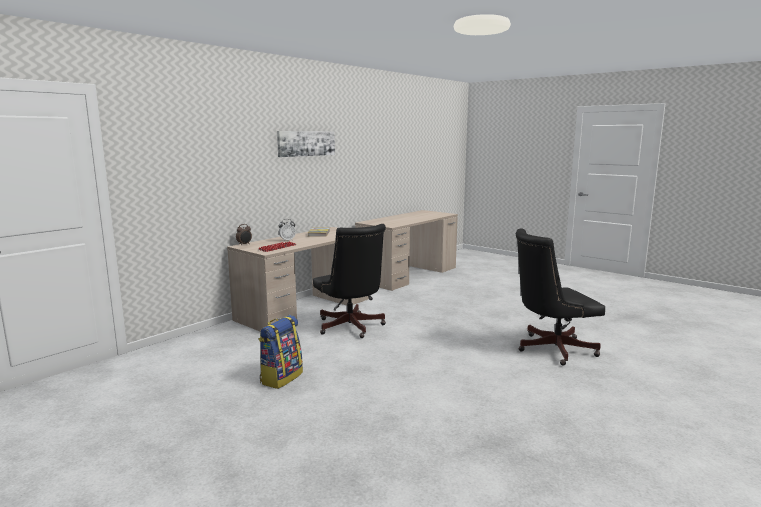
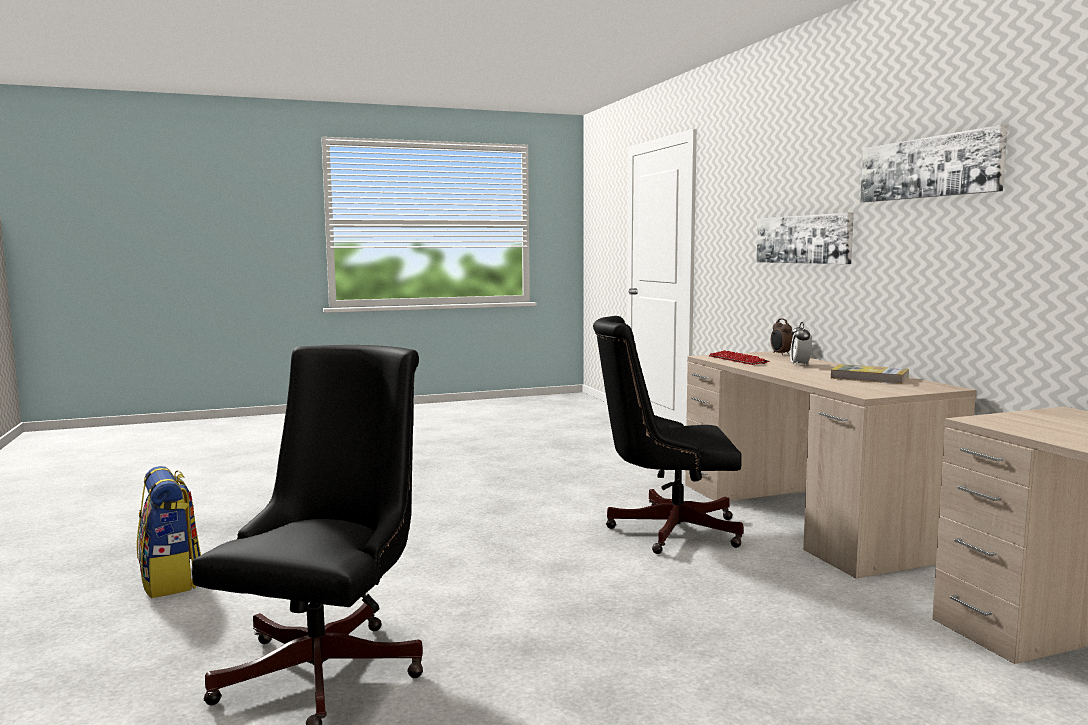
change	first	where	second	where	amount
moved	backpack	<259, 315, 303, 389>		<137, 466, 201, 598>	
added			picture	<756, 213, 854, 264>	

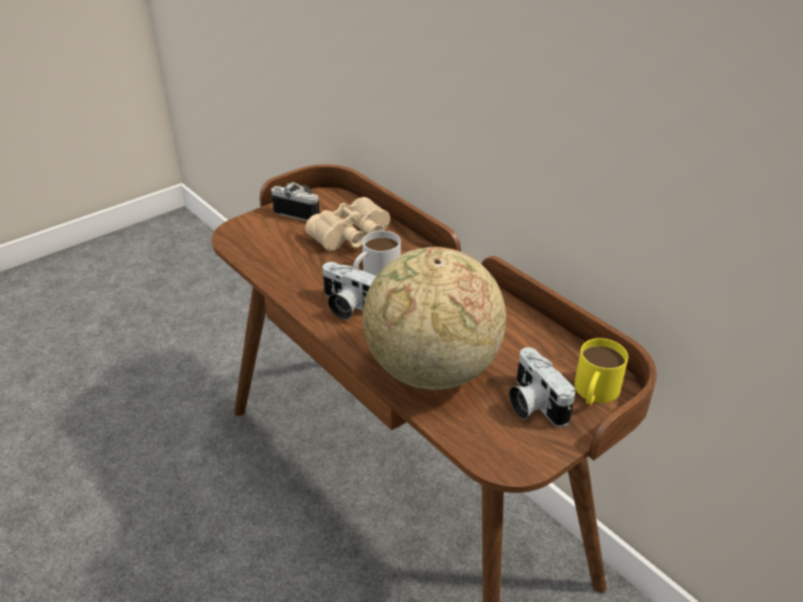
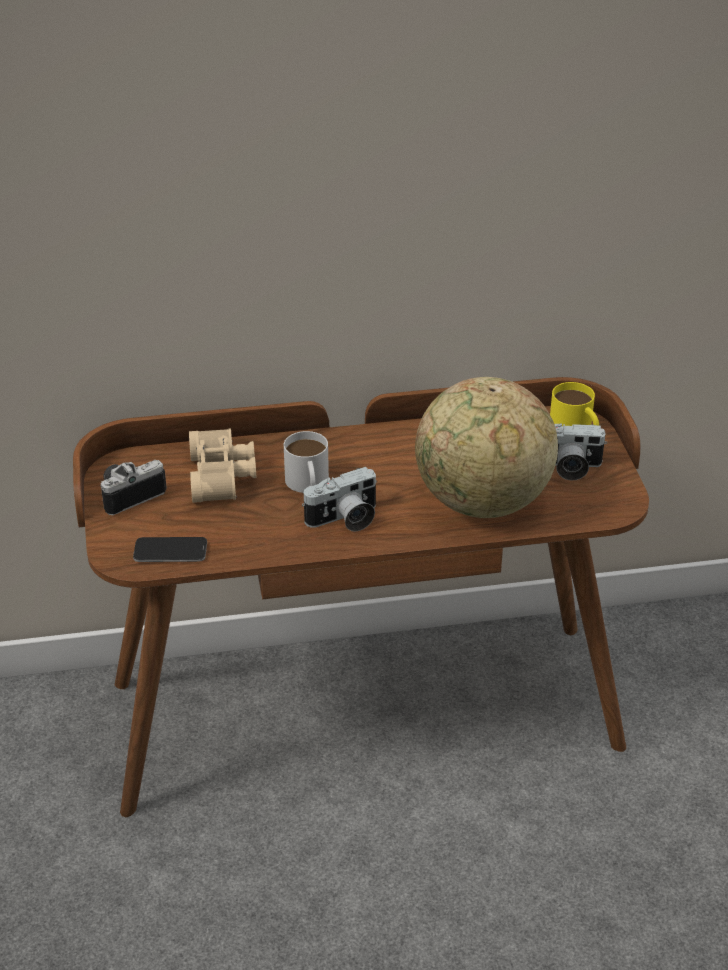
change	first	where	second	where	amount
added			phone	<133, 537, 207, 562>	

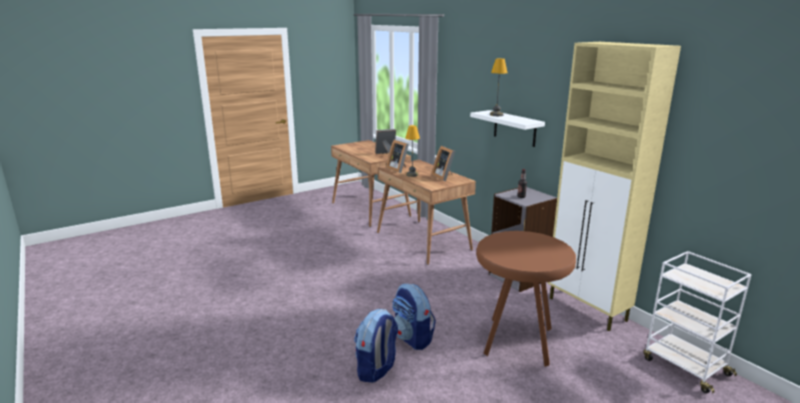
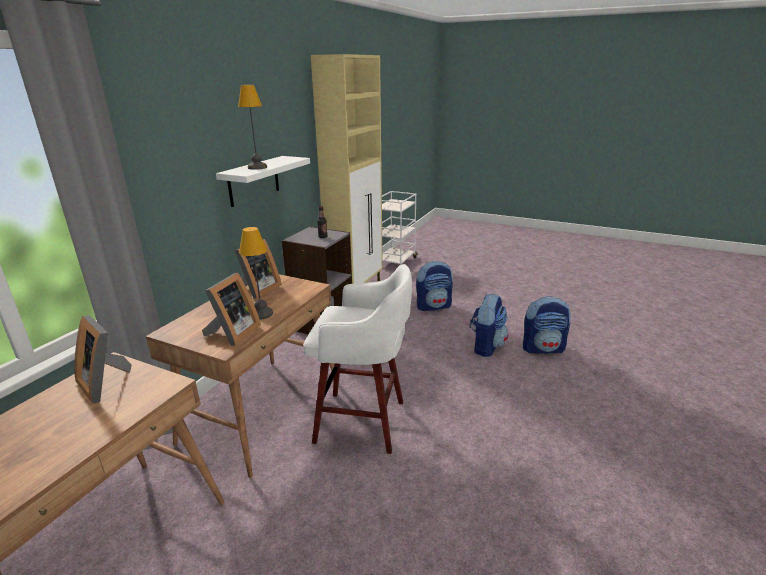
change	first	where	second	where	amount
replaced	brown stool	<476, 231, 576, 367>	backpack	<416, 261, 453, 311>	
added			white stool	<303, 264, 412, 454>	

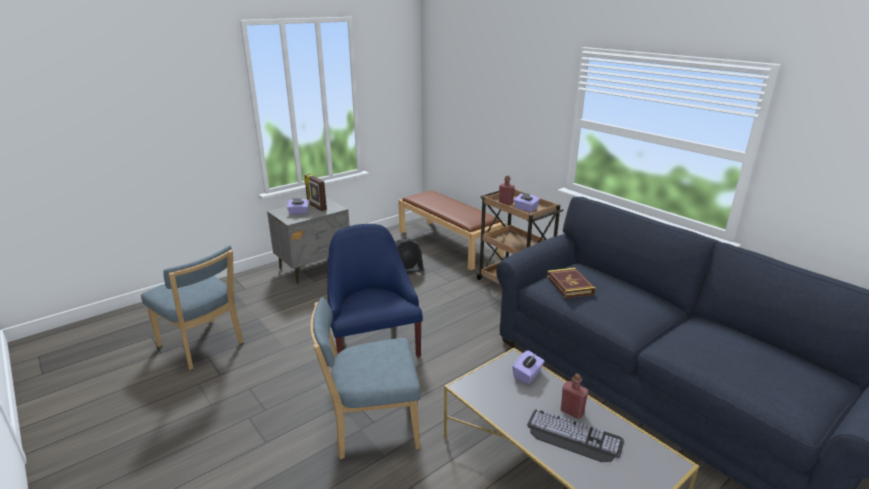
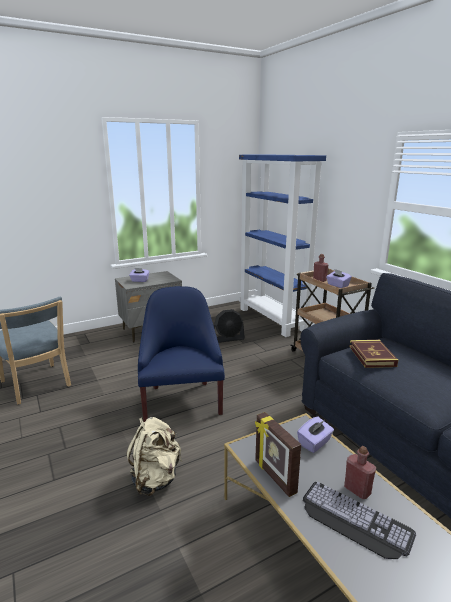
change	first	where	second	where	amount
moved	picture frame	<304, 174, 327, 211>		<255, 412, 301, 497>	
replaced	brown bench	<398, 191, 506, 270>	blue bookcase	<239, 155, 326, 337>	
replaced	blue chair	<310, 297, 421, 460>	beige backpack	<127, 417, 182, 496>	

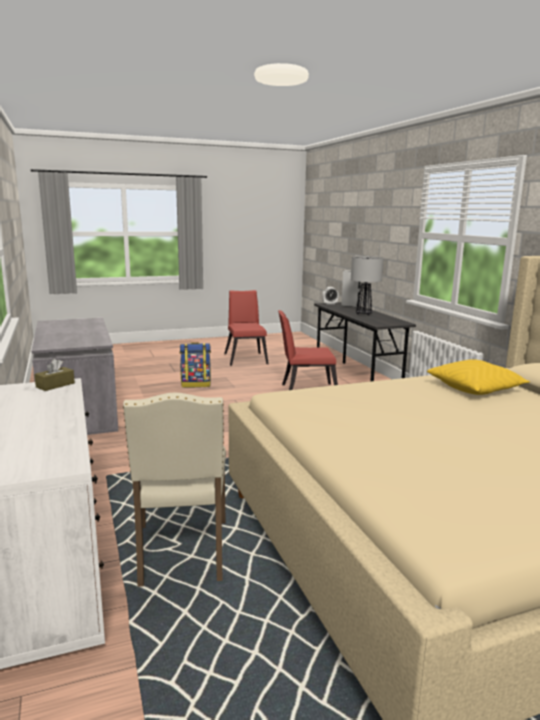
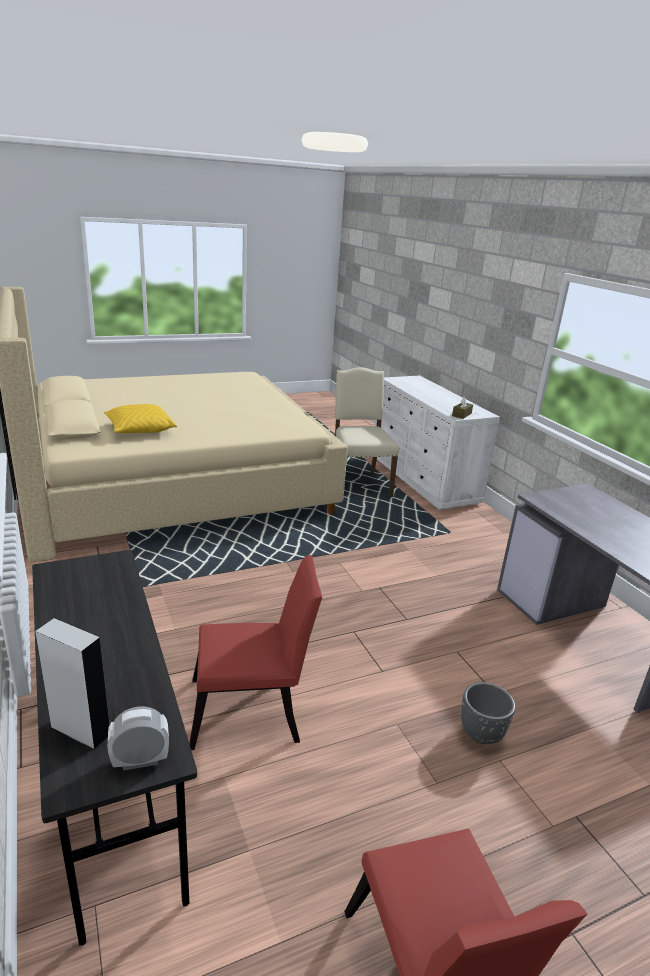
change	first	where	second	where	amount
removed	table lamp	<351, 256, 384, 315>			
replaced	backpack	<180, 342, 211, 388>	grey planter	<461, 682, 515, 744>	

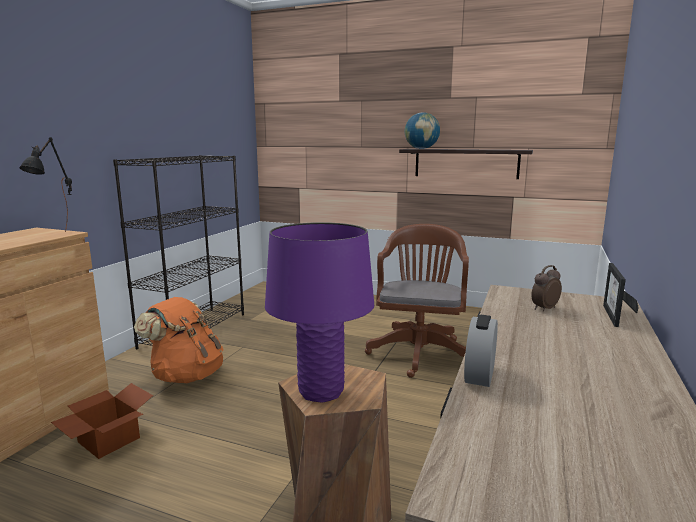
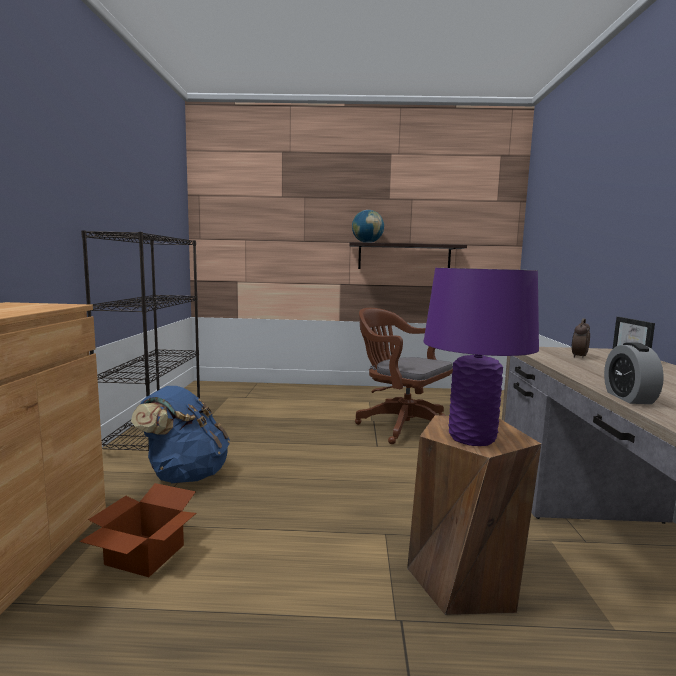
change	first	where	second	where	amount
removed	black table lamp	<19, 137, 72, 232>			
turned	brown office chair	<365, 224, 469, 378>		<355, 308, 453, 444>	45 degrees counterclockwise
recoloured	orange backpack	<134, 297, 224, 383>	blue backpack	<131, 386, 230, 483>	

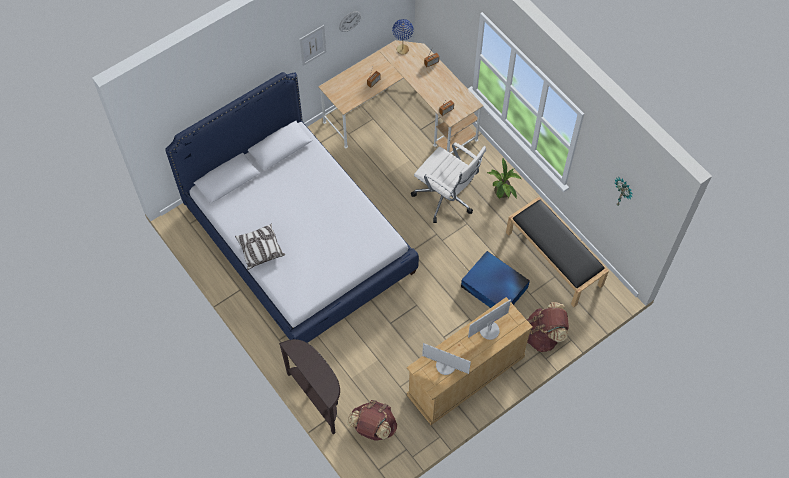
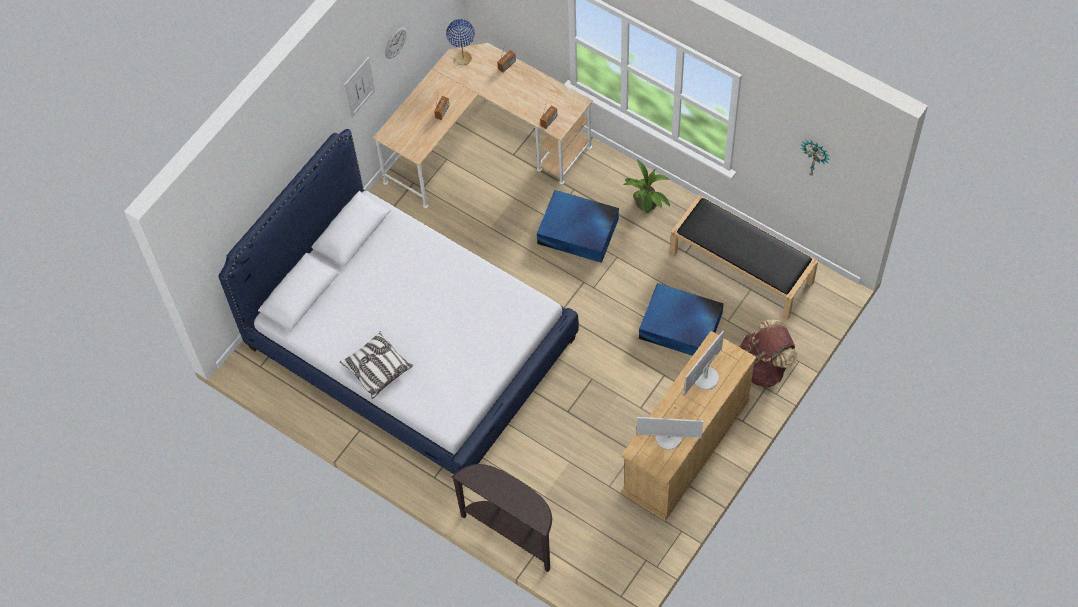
change	first	where	second	where	amount
replaced	white office chair	<411, 142, 486, 223>	blue storage box	<537, 190, 619, 263>	
removed	brown backpack	<347, 400, 397, 441>			

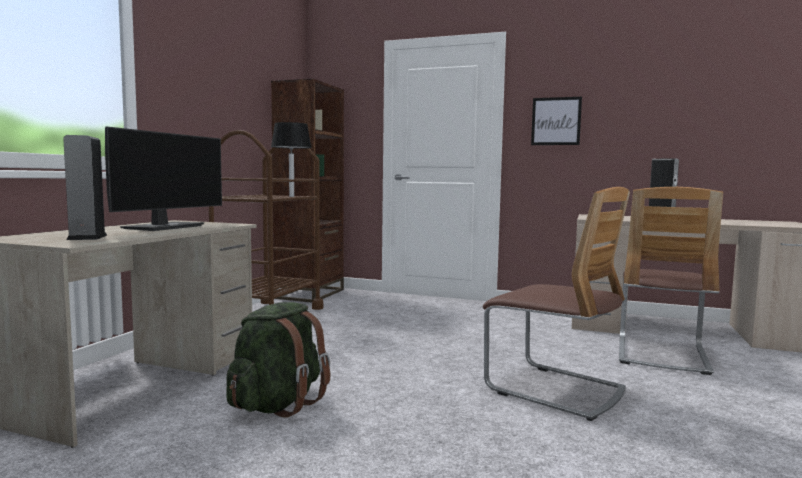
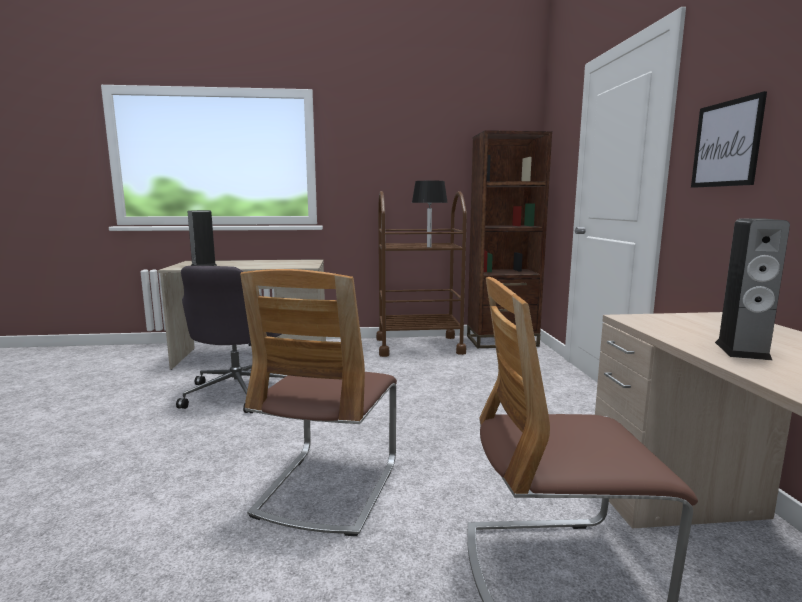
change	first	where	second	where	amount
removed	monitor	<105, 126, 222, 231>			
replaced	green backpack	<226, 302, 330, 418>	grey office chair	<176, 266, 288, 413>	

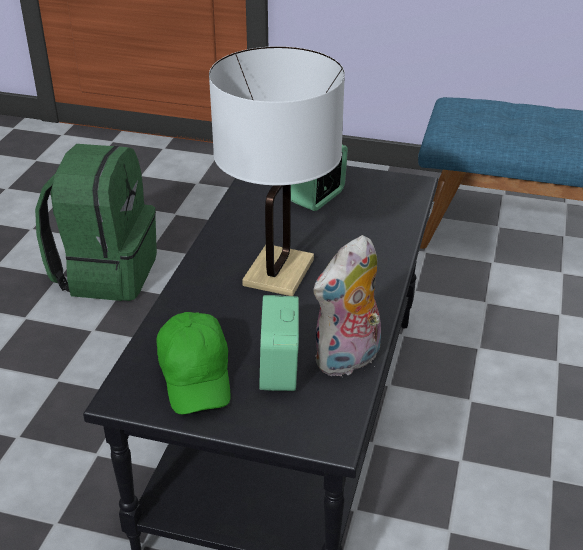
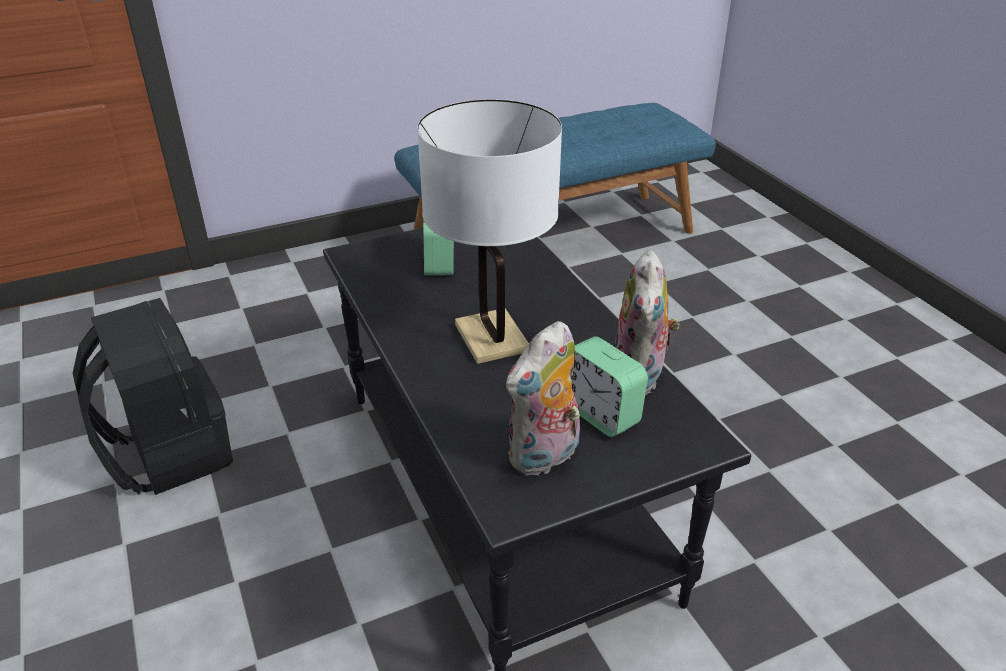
change	first	where	second	where	amount
recoloured	green backpack	<35, 144, 157, 301>	black backpack	<73, 298, 233, 495>	
replaced	green cap	<157, 312, 231, 415>	plush toy	<506, 321, 580, 477>	

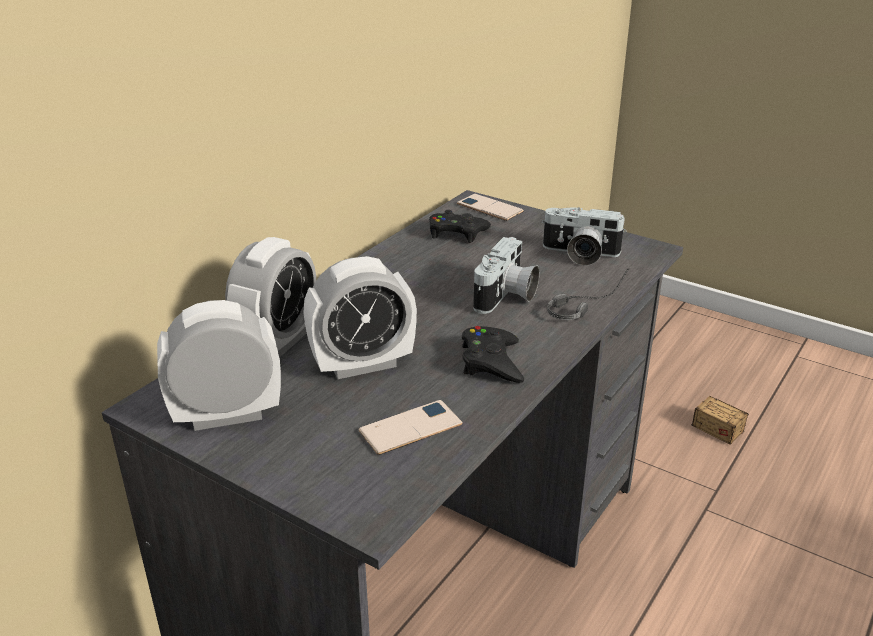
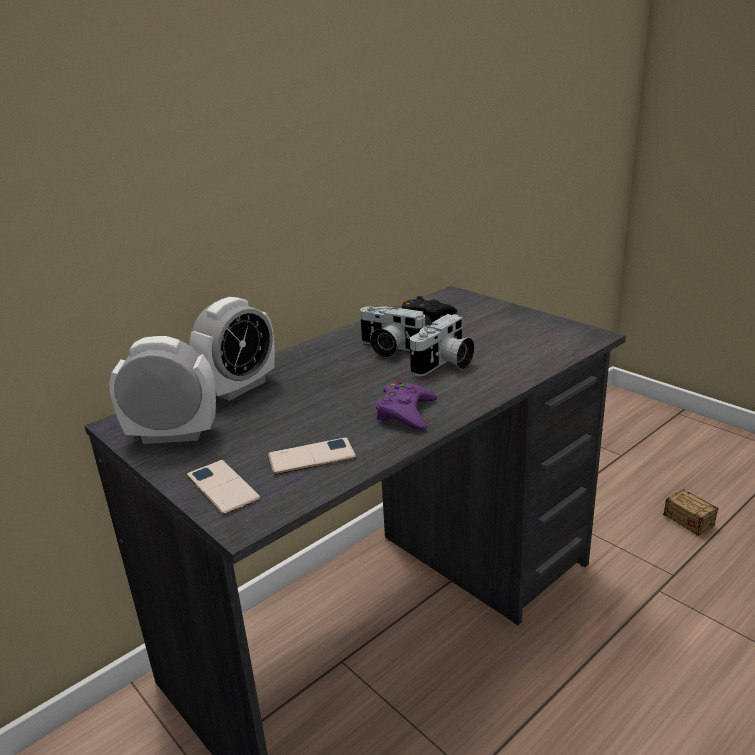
change	first	where	second	where	amount
moved	phone	<457, 193, 524, 221>		<187, 460, 261, 515>	
moved	photo camera	<542, 207, 626, 266>		<359, 306, 425, 358>	
removed	alarm clock	<303, 256, 417, 379>			
removed	headphones	<547, 268, 629, 320>			
recoloured	black game controller	<462, 326, 524, 383>	purple game controller	<376, 382, 437, 430>	

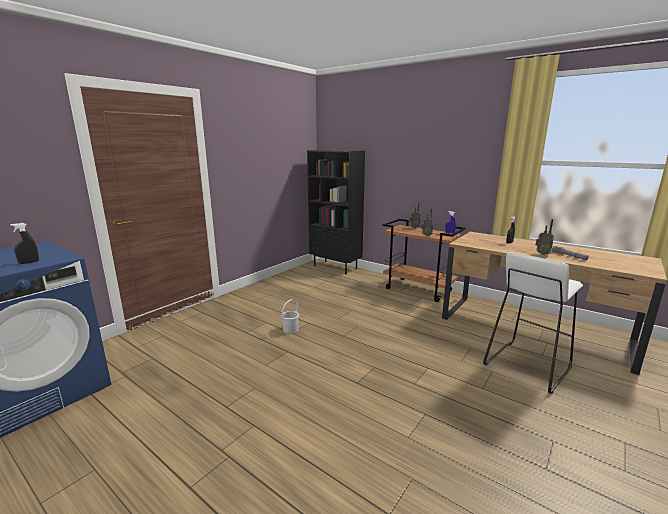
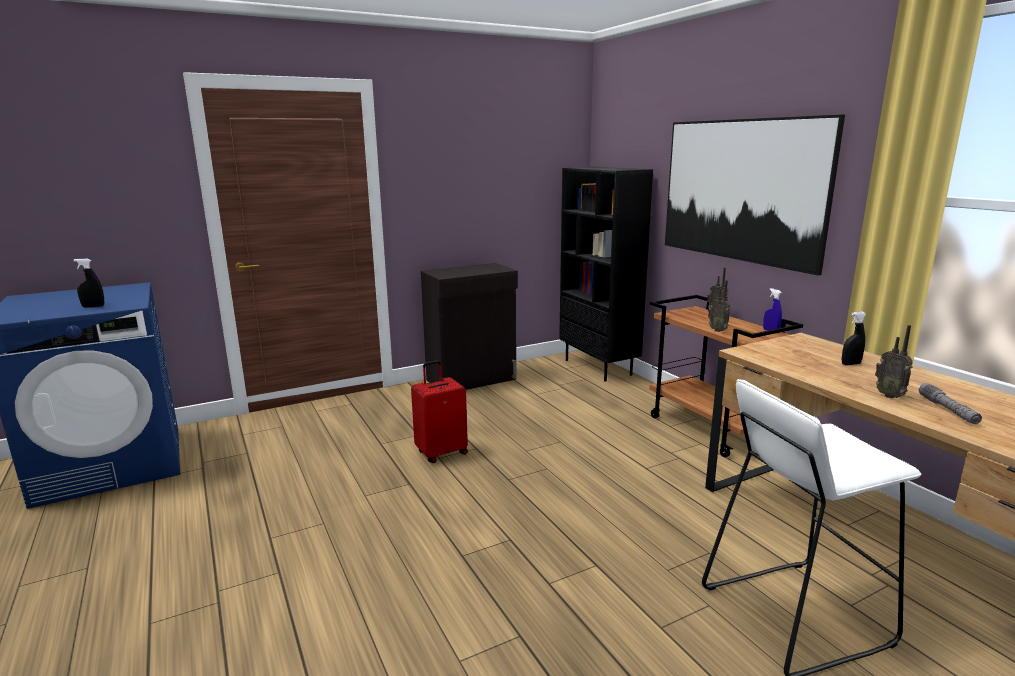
change	first	where	second	where	amount
replaced	white bucket	<281, 299, 299, 334>	red suitcase	<411, 360, 468, 463>	
added			picture	<665, 114, 845, 276>	
added			black cabinet	<421, 263, 518, 390>	

